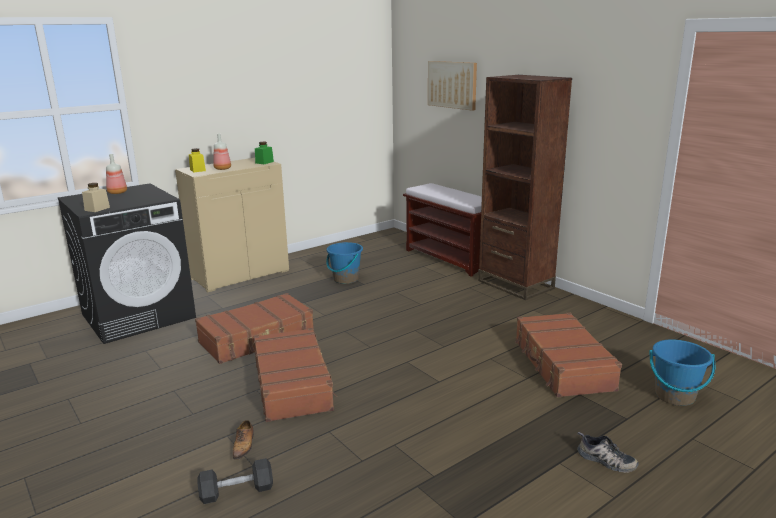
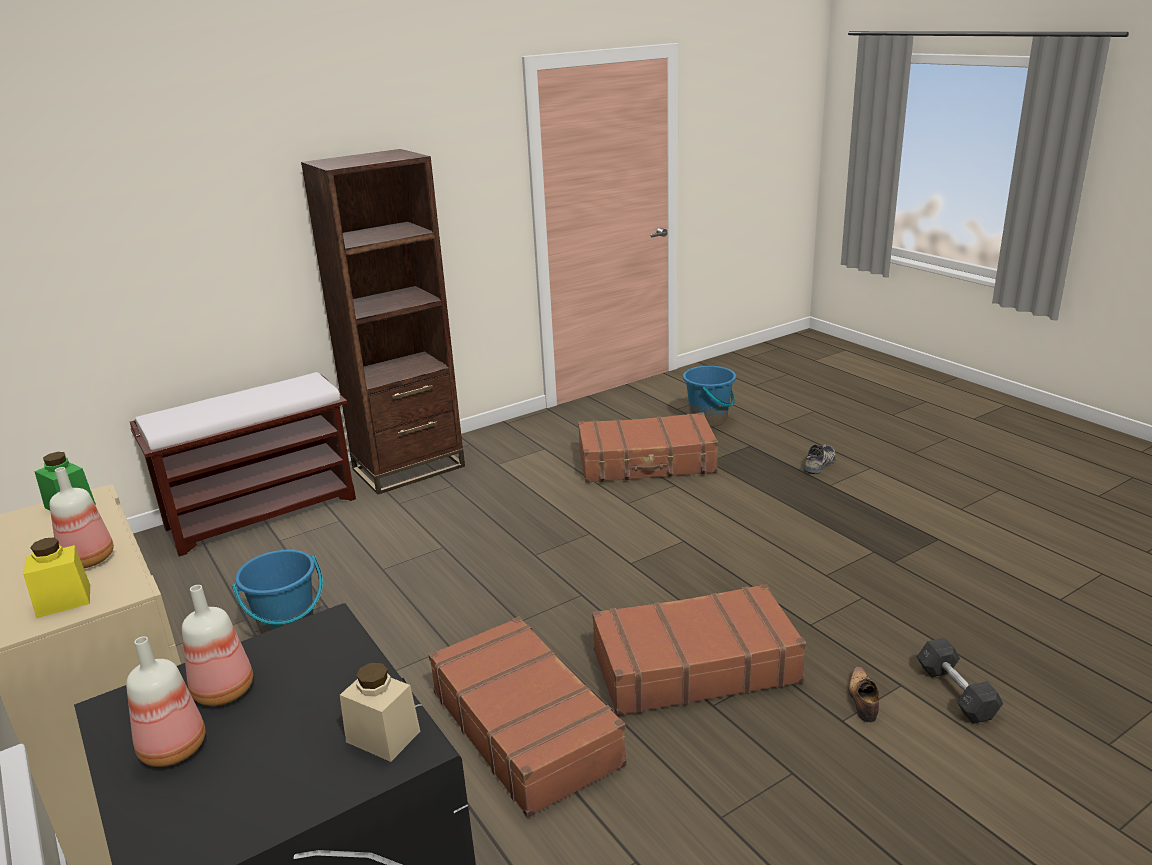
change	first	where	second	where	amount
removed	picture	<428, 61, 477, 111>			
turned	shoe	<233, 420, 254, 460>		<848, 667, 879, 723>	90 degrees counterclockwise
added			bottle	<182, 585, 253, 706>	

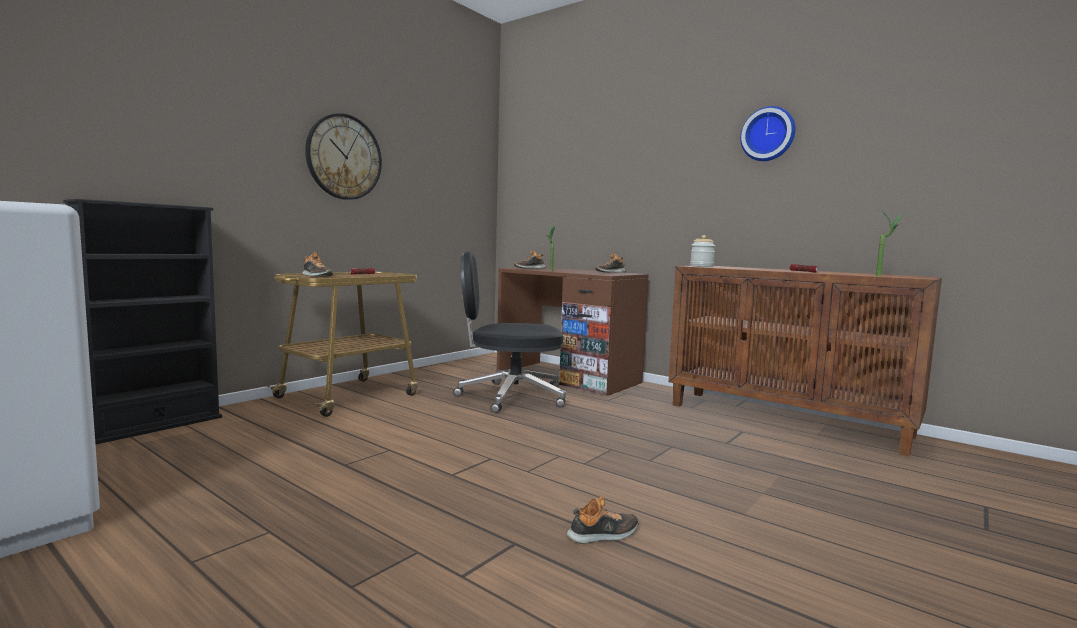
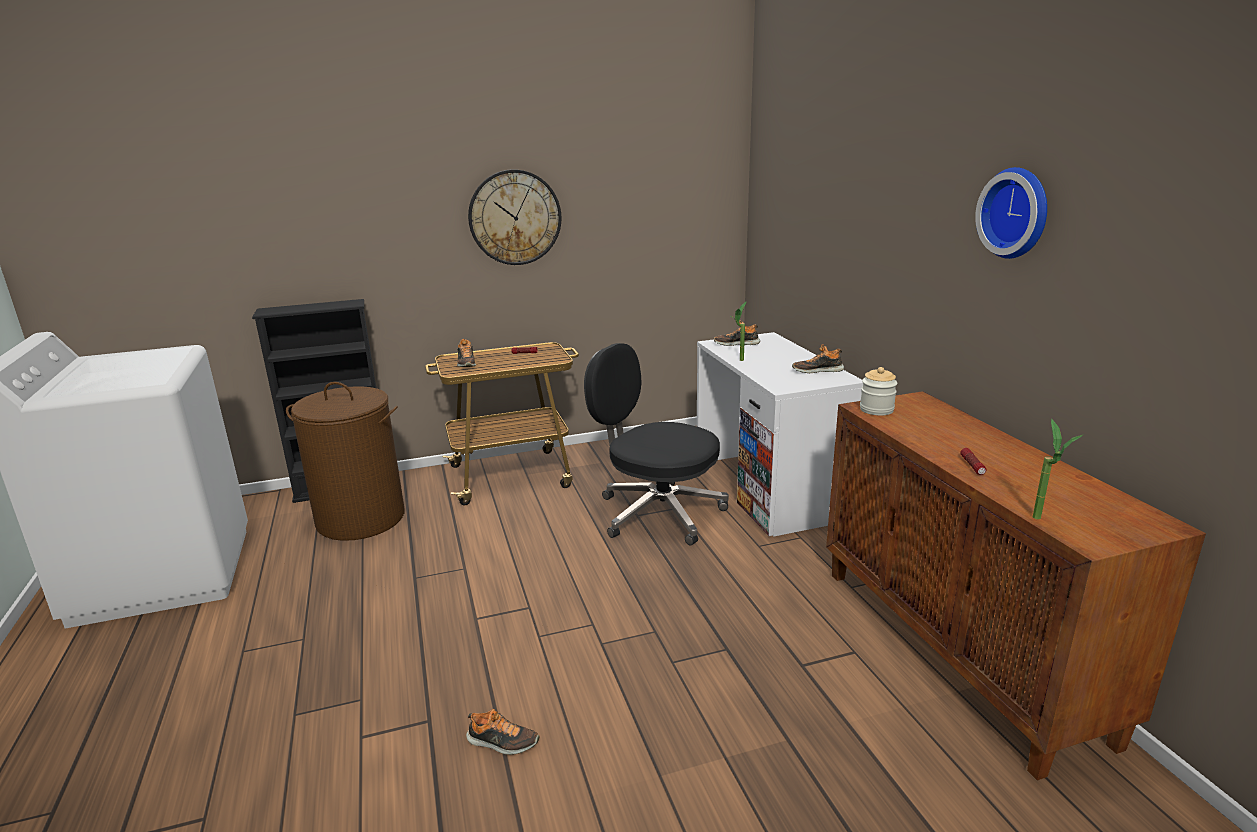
change	first	where	second	where	amount
recoloured	brown desk	<497, 268, 649, 396>	white desk	<697, 332, 863, 537>	
added			brown laundry basket	<286, 382, 405, 541>	

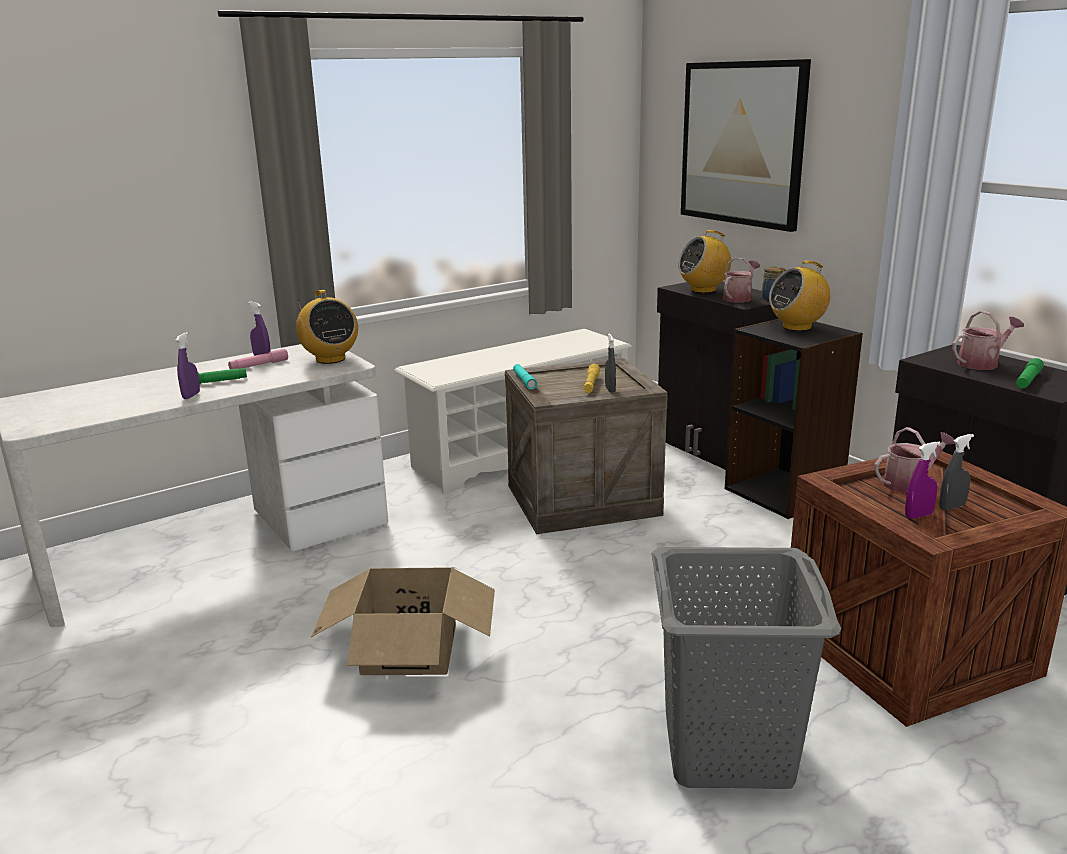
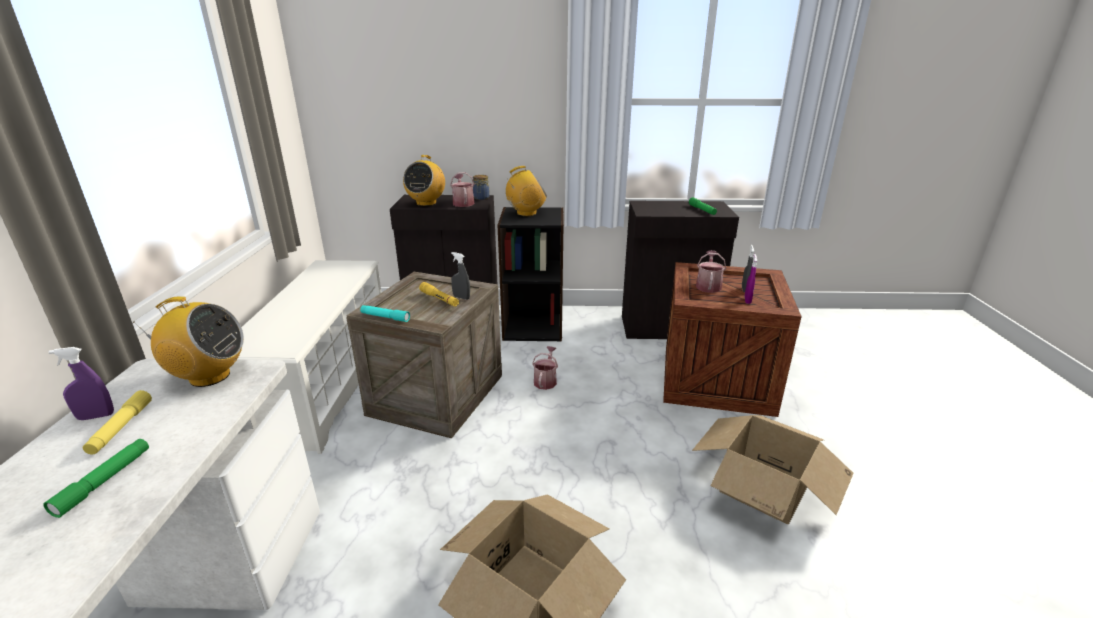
change	first	where	second	where	amount
removed	picture	<681, 59, 811, 232>			
turned	radio	<769, 260, 830, 331>		<506, 166, 547, 216>	120 degrees counterclockwise
moved	watering can	<952, 310, 1024, 370>		<532, 346, 558, 390>	
removed	purple spray bottle	<175, 332, 200, 399>			
recoloured	pink flashlight	<228, 349, 288, 369>	yellow flashlight	<83, 390, 152, 455>	
replaced	grey laundry basket	<652, 547, 841, 789>	cardboard box	<692, 415, 854, 524>	

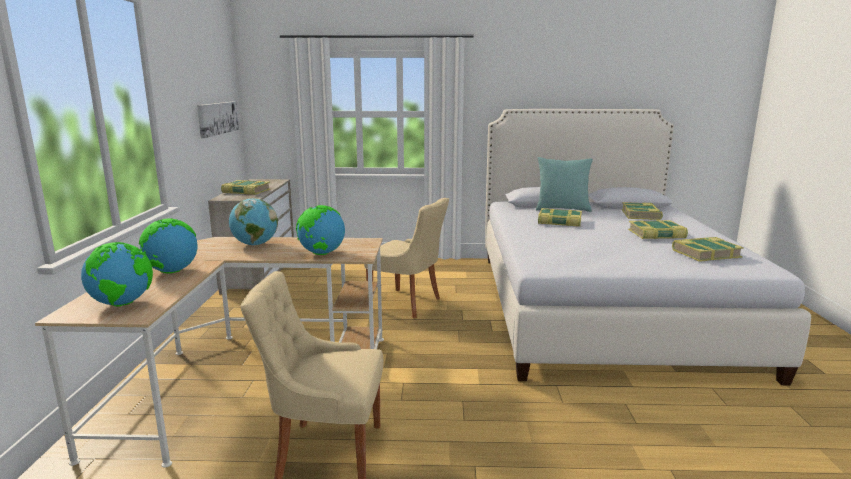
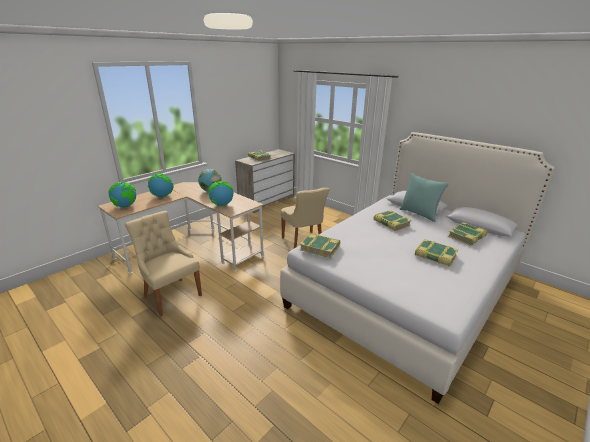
change	first	where	second	where	amount
removed	picture	<197, 102, 239, 138>			
moved	book	<672, 237, 744, 262>		<299, 233, 340, 258>	

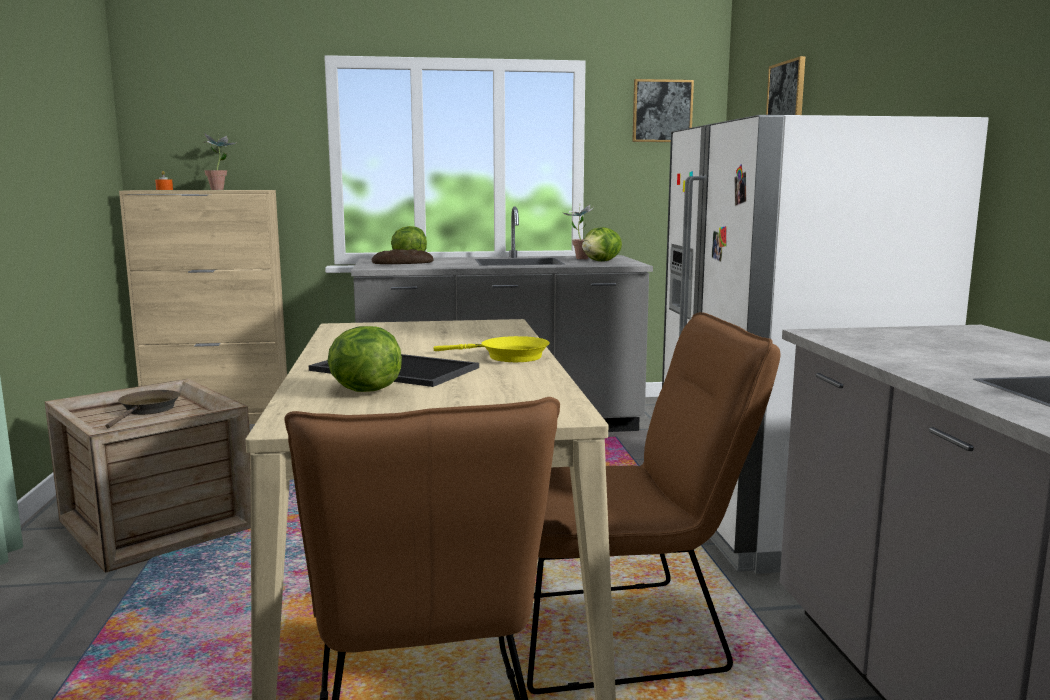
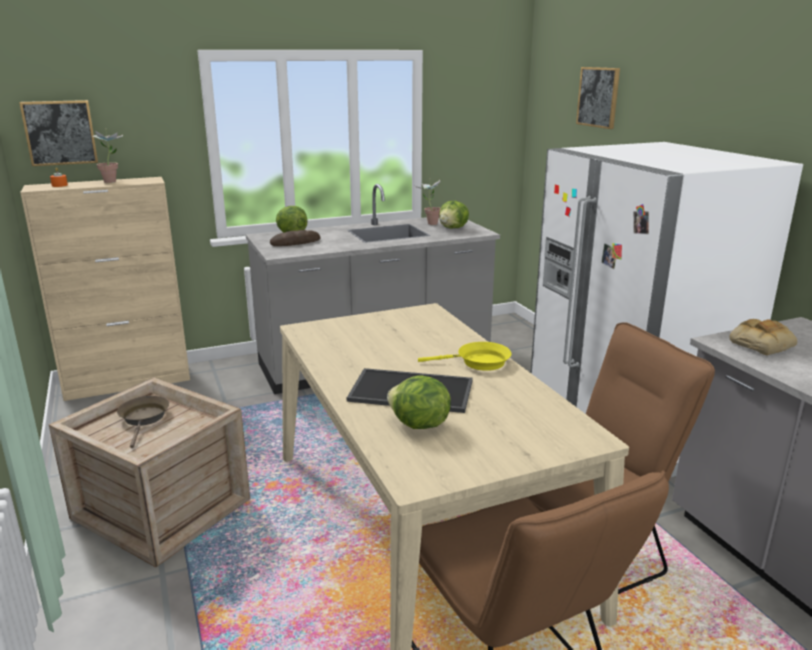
change	first	where	second	where	amount
moved	picture	<632, 79, 694, 142>		<19, 100, 98, 166>	
added			bread	<729, 319, 797, 355>	

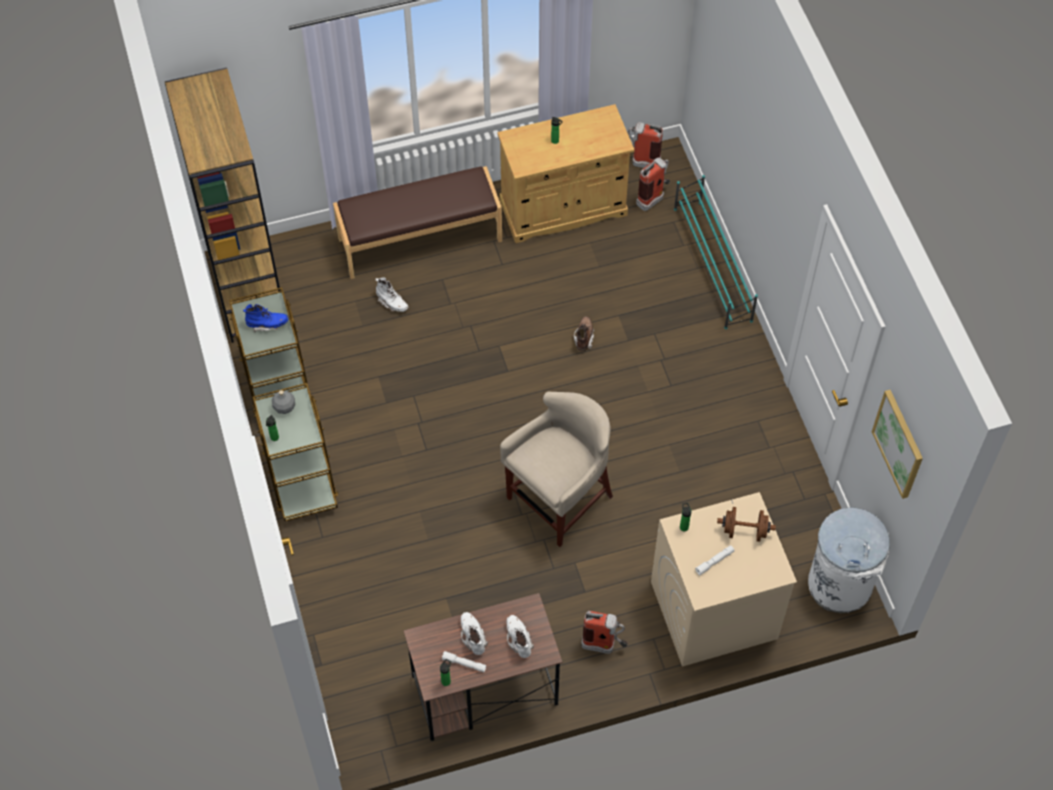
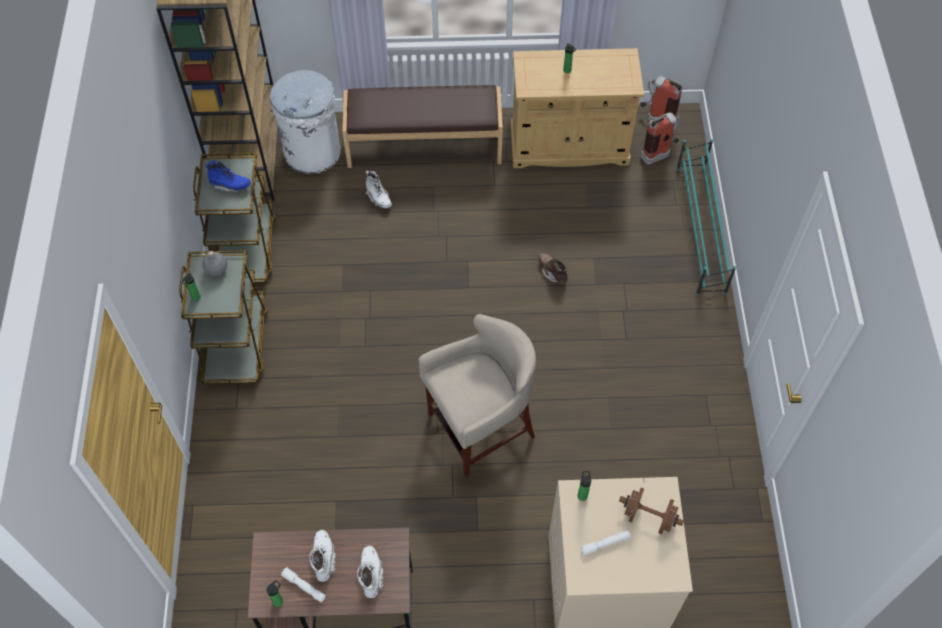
change	first	where	second	where	amount
turned	brown boot	<574, 316, 595, 352>		<538, 253, 568, 284>	60 degrees counterclockwise
removed	picture	<872, 390, 923, 499>			
moved	white trash can	<808, 507, 890, 613>		<270, 70, 341, 174>	
removed	fire extinguisher	<581, 611, 628, 654>			

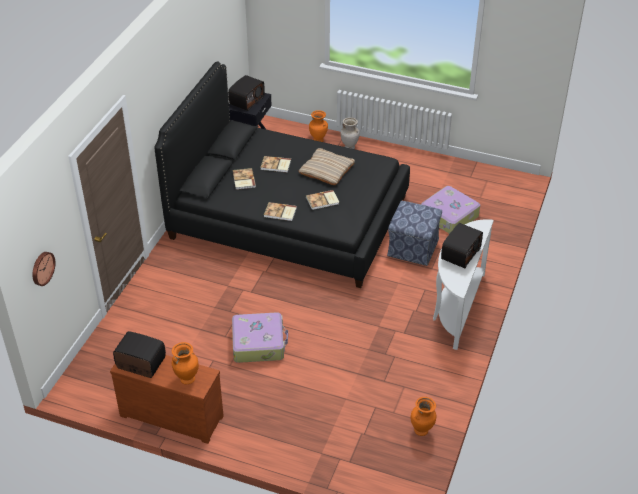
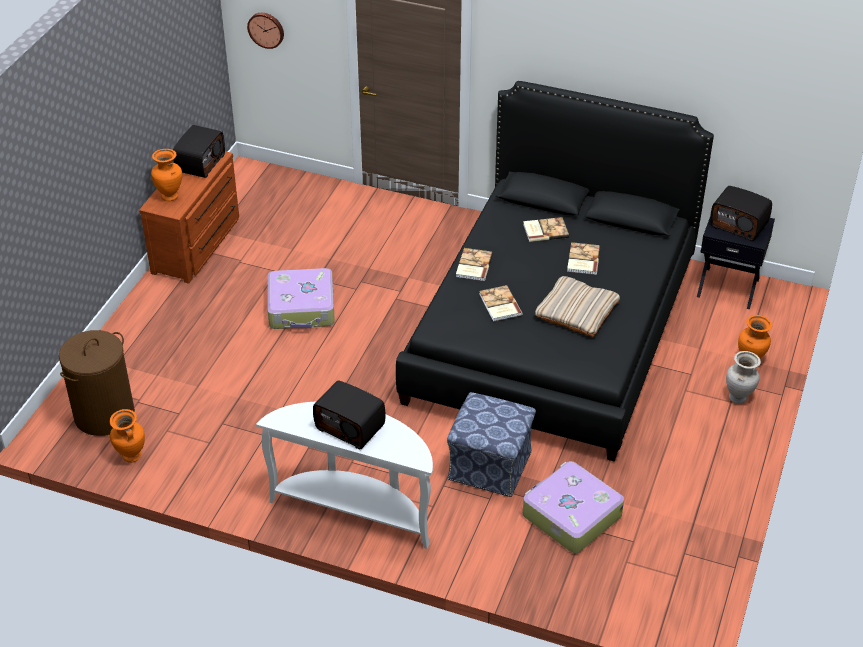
change	first	where	second	where	amount
added			brown laundry basket	<59, 330, 135, 436>	

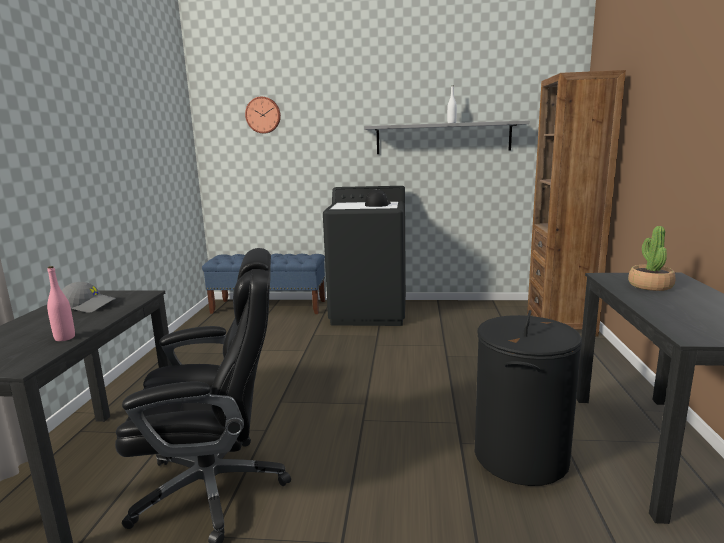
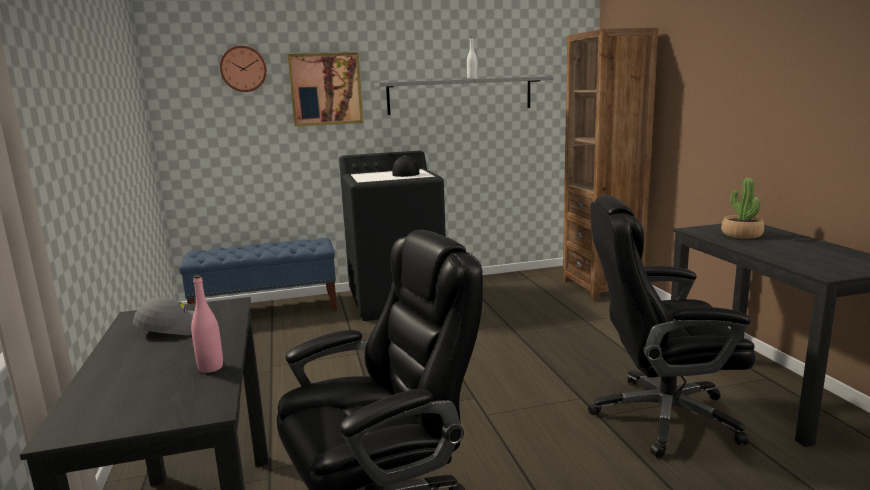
change	first	where	second	where	amount
replaced	black laundry basket	<475, 310, 582, 486>	black office chair	<588, 195, 756, 458>	
added			picture	<287, 52, 363, 127>	

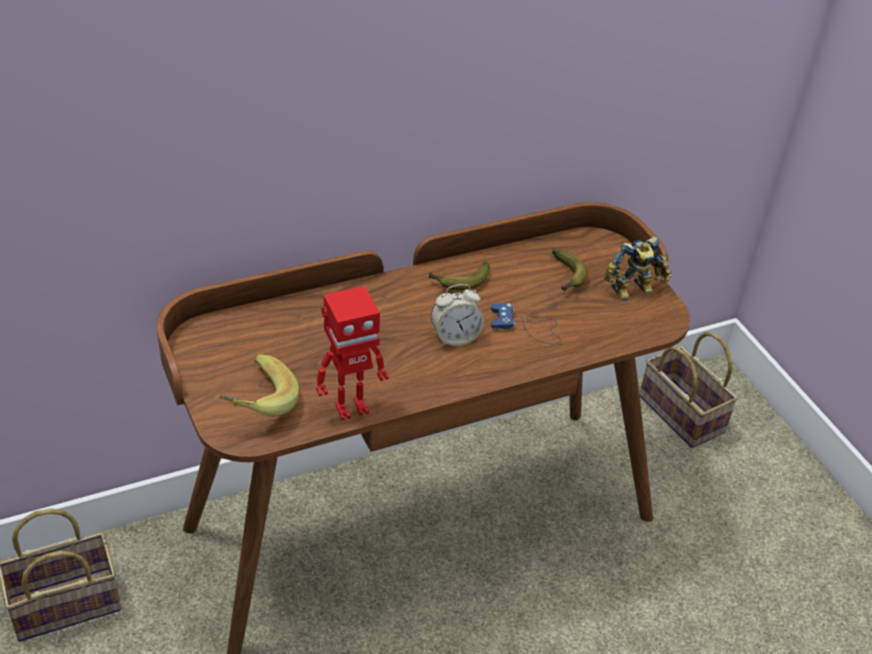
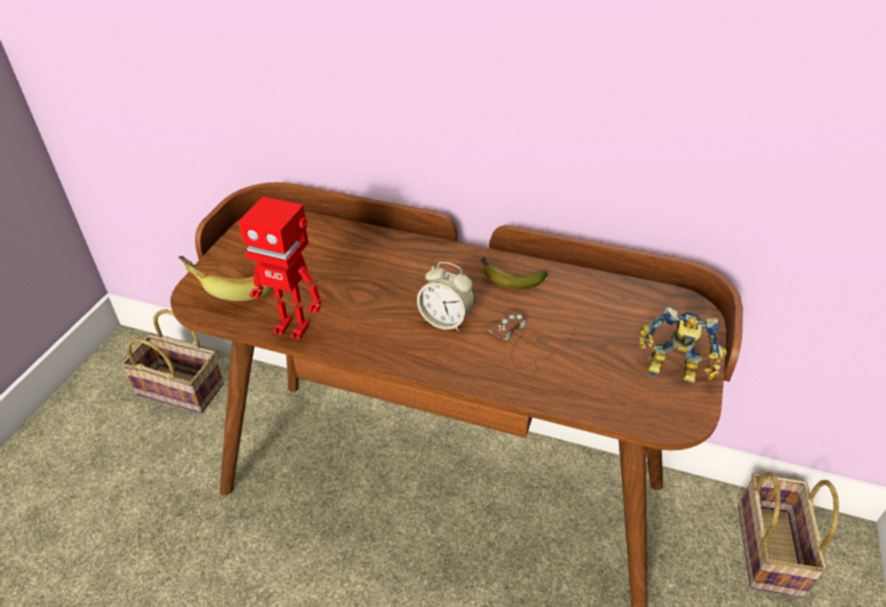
change	first	where	second	where	amount
removed	banana	<552, 249, 588, 291>			
recoloured	blue game controller	<491, 295, 561, 344>	brown game controller	<487, 310, 575, 375>	

